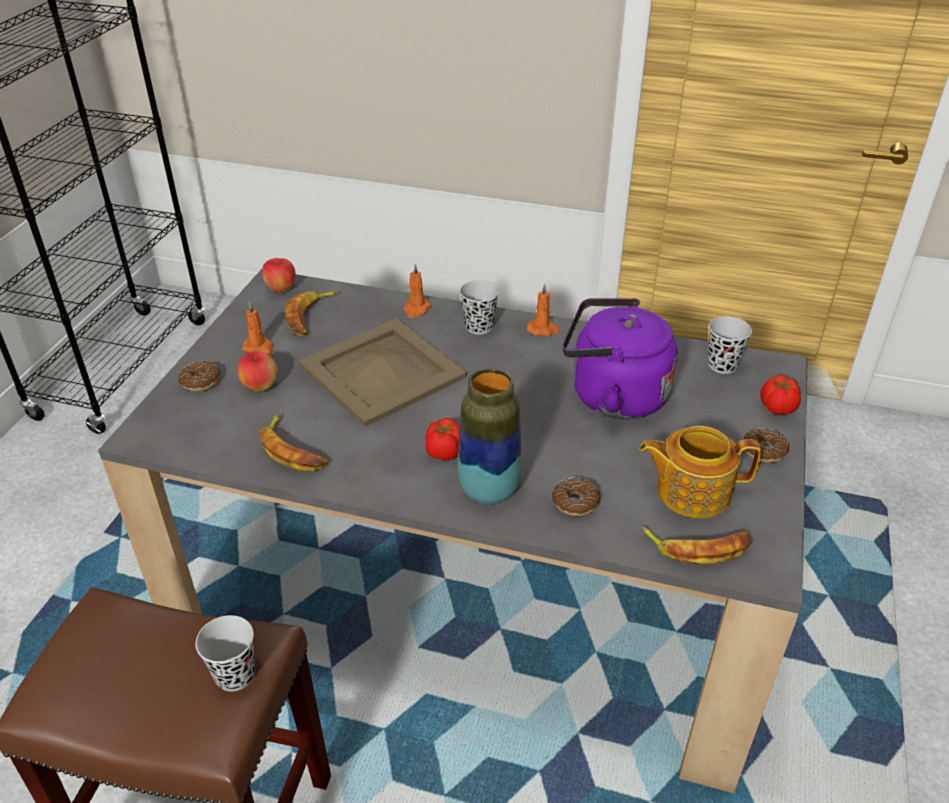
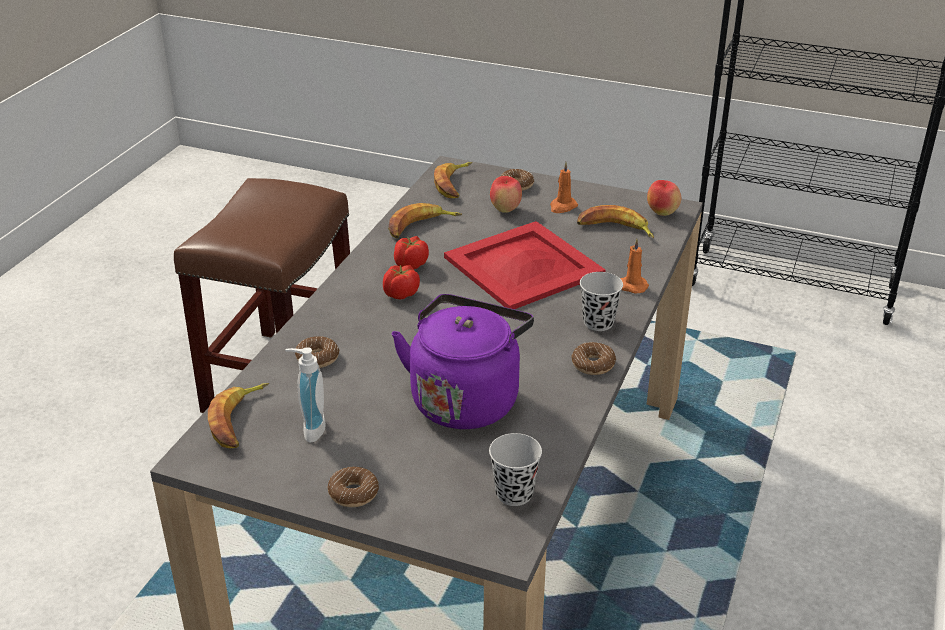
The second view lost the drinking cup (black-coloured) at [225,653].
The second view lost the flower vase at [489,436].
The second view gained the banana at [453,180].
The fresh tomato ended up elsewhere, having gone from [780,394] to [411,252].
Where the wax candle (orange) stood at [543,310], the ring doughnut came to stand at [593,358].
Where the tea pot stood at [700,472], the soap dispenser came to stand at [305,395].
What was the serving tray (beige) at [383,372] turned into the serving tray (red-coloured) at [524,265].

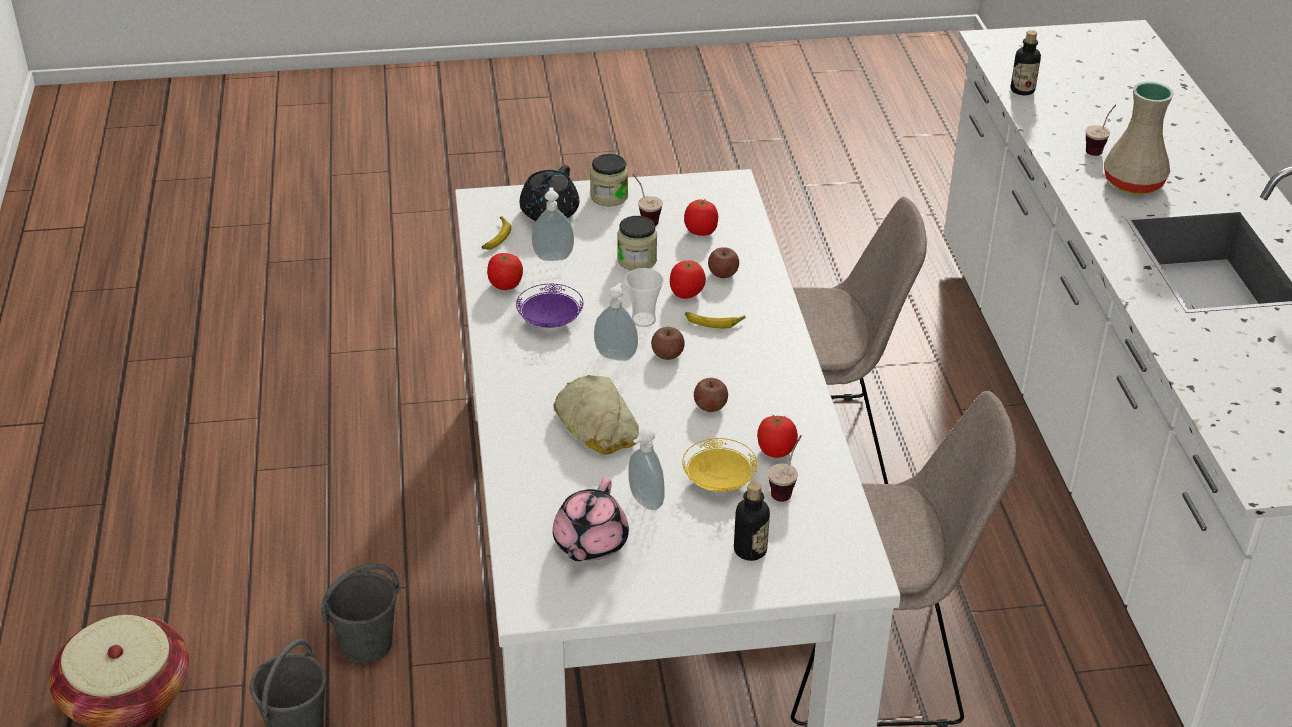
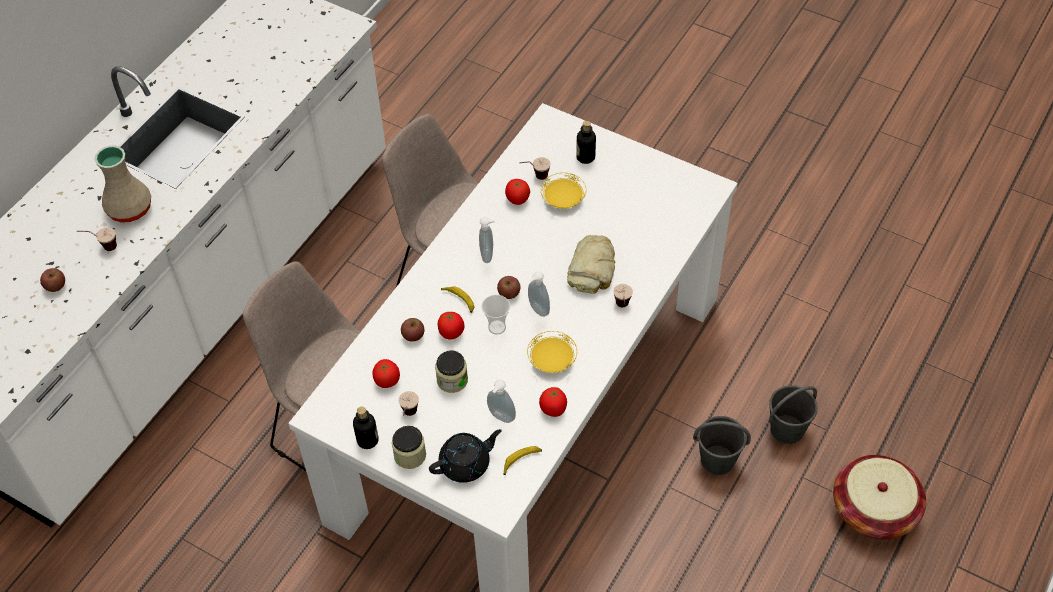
The second view lost the tea pot (pink-coloured) at [591,519].
The second view gained the drinking cup at [623,295].
The soap dispenser ended up elsewhere, having gone from [646,469] to [487,240].
The apple ended up elsewhere, having gone from [711,395] to [52,280].
The drink bottle ended up elsewhere, having gone from [1026,62] to [366,428].
What was the dinner plate (purple-coloured) at [550,306] turned into the dinner plate (yellowish) at [552,352].

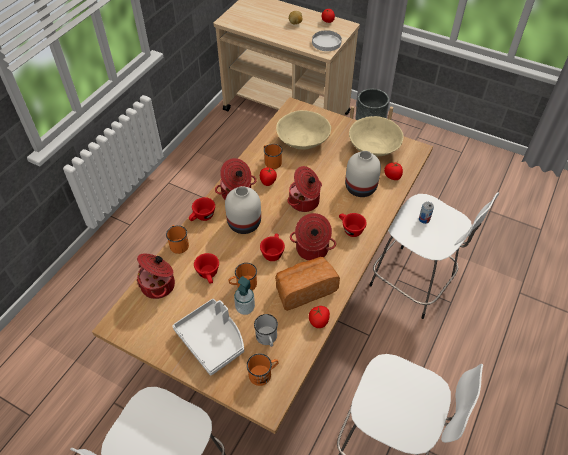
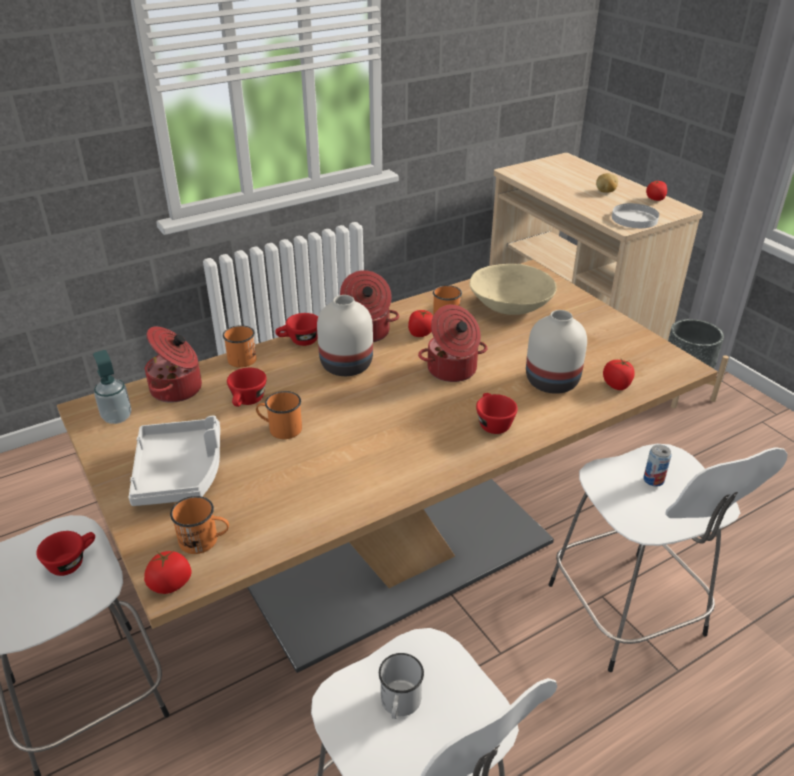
The second view lost the bakery bread at [307,284].
The second view lost the cooking pot at [313,237].
The second view lost the bowl (beige) at [376,136].
The soap dispenser ended up elsewhere, having gone from [244,295] to [112,387].
The tea mug (white-coloured) ended up elsewhere, having gone from [266,330] to [401,686].
The drinking cup (red-coloured) ended up elsewhere, having gone from [272,247] to [65,553].
The fresh tomato ended up elsewhere, having gone from [319,317] to [167,572].

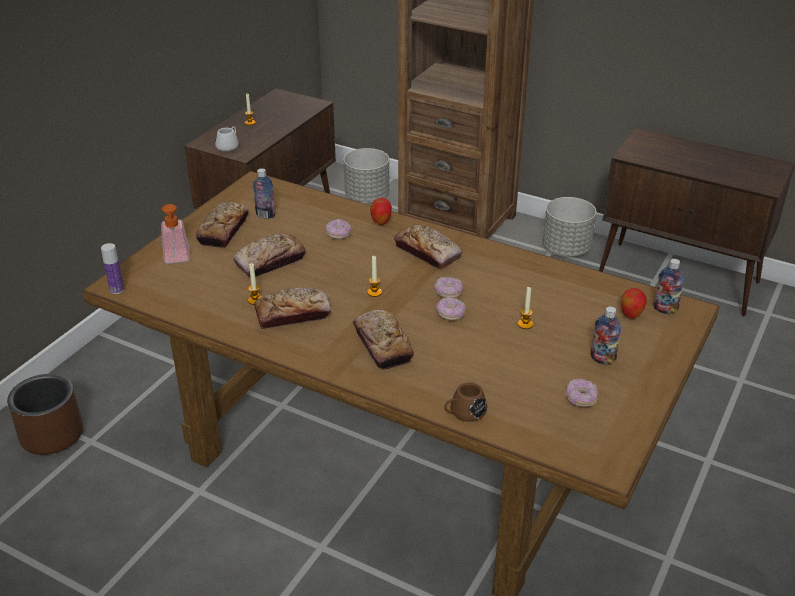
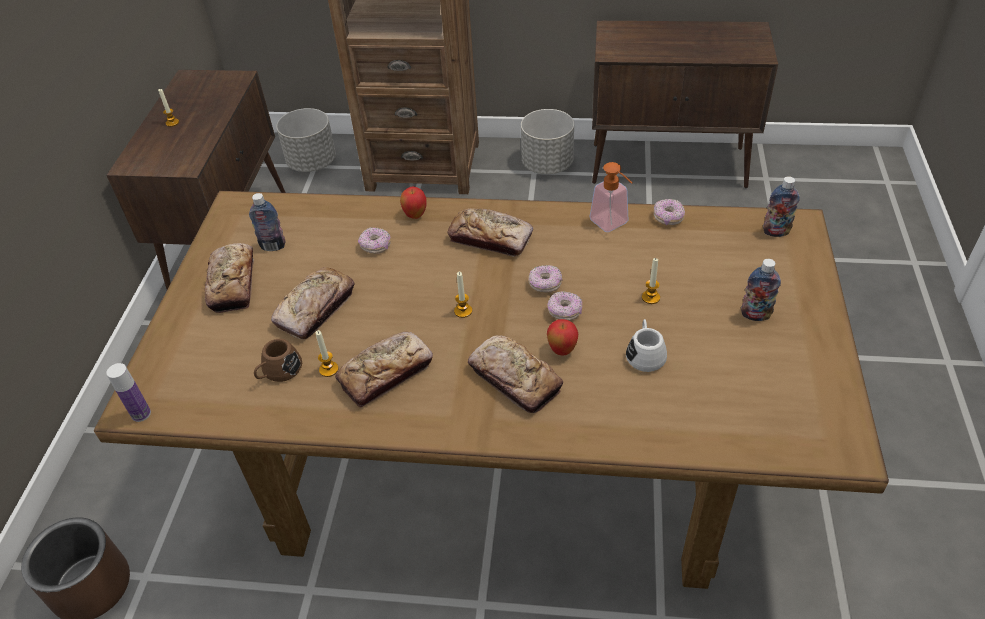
The soap dispenser ended up elsewhere, having gone from [175,234] to [611,197].
The tea mug (white-coloured) ended up elsewhere, having gone from [227,138] to [646,345].
The tea mug (brownish) ended up elsewhere, having gone from [465,402] to [278,360].
The ring doughnut ended up elsewhere, having gone from [582,393] to [669,212].
The apple ended up elsewhere, having gone from [634,303] to [562,337].

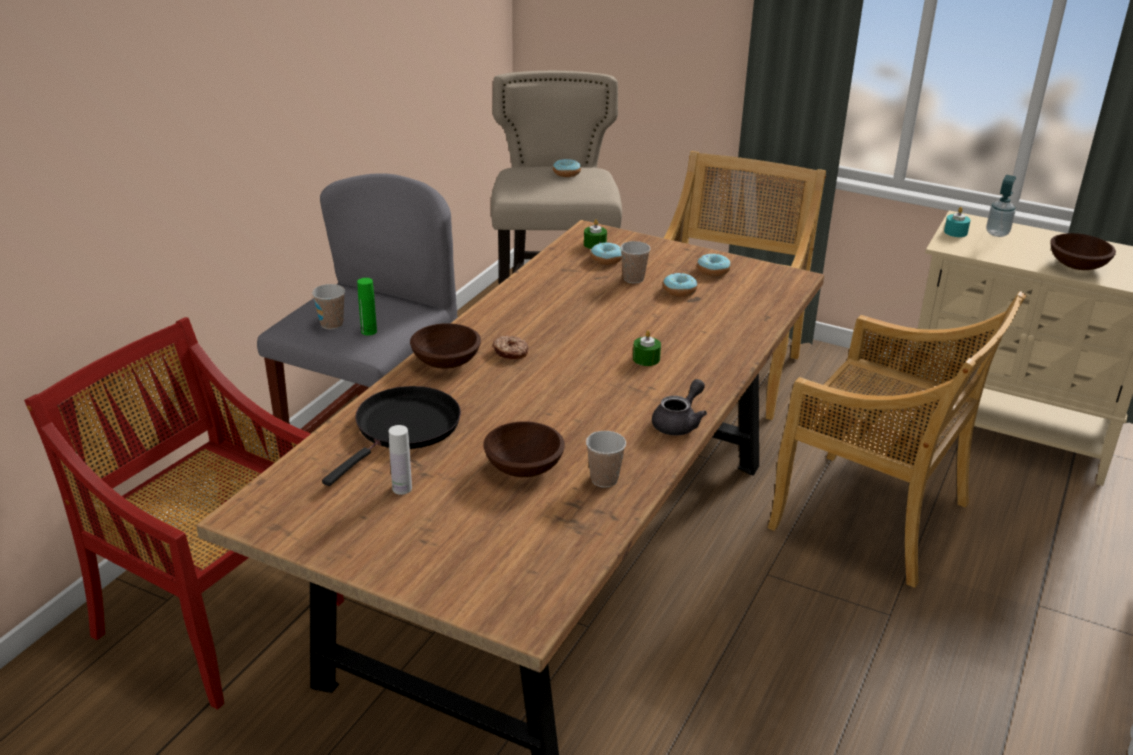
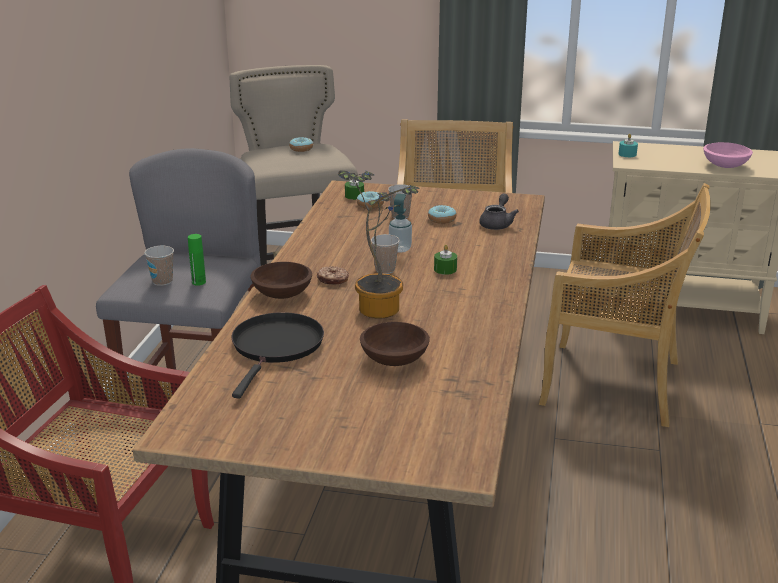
The second view lost the drink bottle (white-coloured) at [400,460].
The second view lost the ring doughnut at [714,265].
The second view gained the plant in a pot at [379,244].
The drinking cup ended up elsewhere, having gone from [606,459] to [385,254].
The tea pot (grey) ended up elsewhere, having gone from [679,407] to [499,211].
The soap dispenser ended up elsewhere, having gone from [1001,206] to [400,223].
What was the bowl (brownish) at [1083,251] turned into the bowl (pink-coloured) at [728,155].

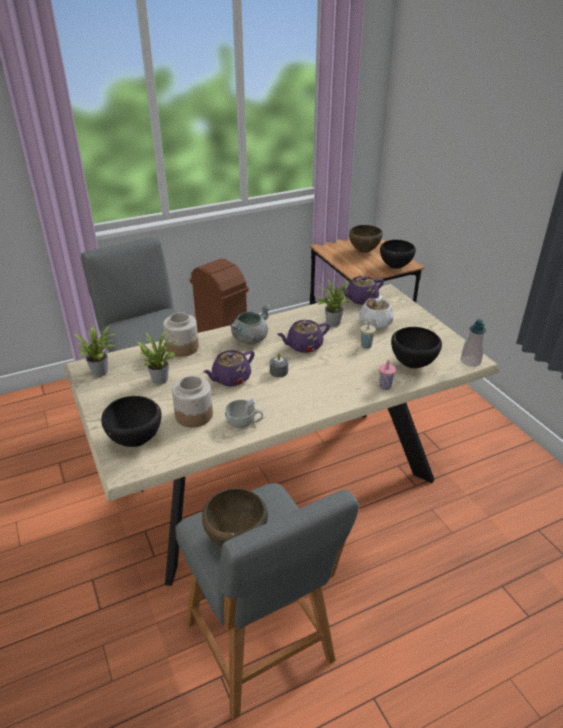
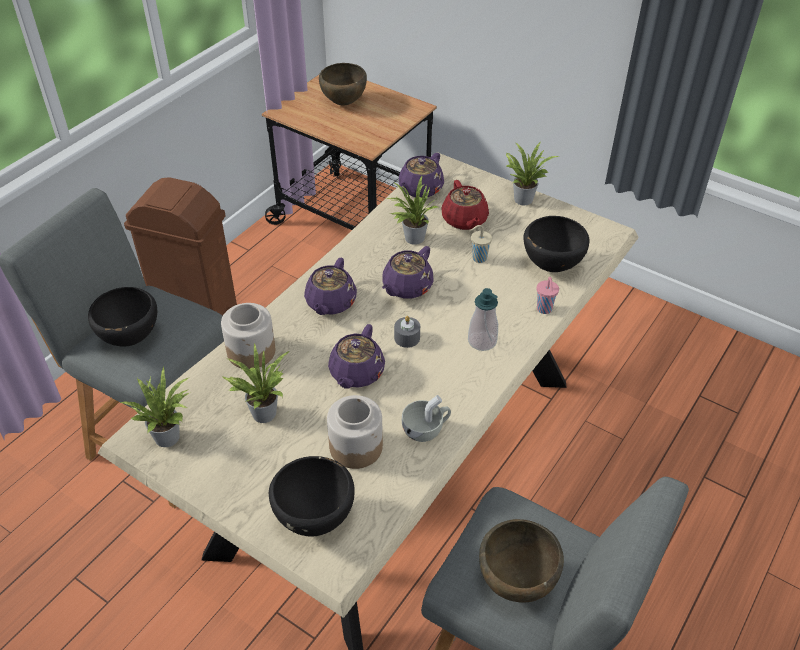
The second view gained the plant in a pot at [532,173].
The bowl (black-coloured) ended up elsewhere, having gone from [398,254] to [122,317].
The soap dispenser ended up elsewhere, having gone from [473,343] to [483,319].
Where the cooking pot (grey) stood at [250,324], the tea pot (purple-coloured) came to stand at [330,286].
What was the tea pot (white-coloured) at [376,312] turned into the tea pot (red-coloured) at [465,205].

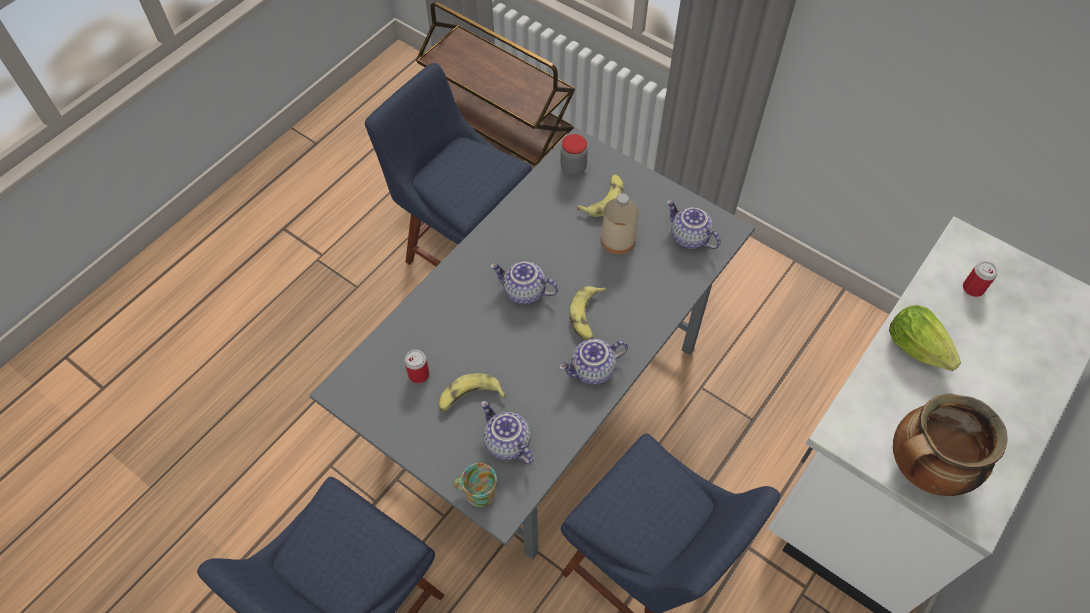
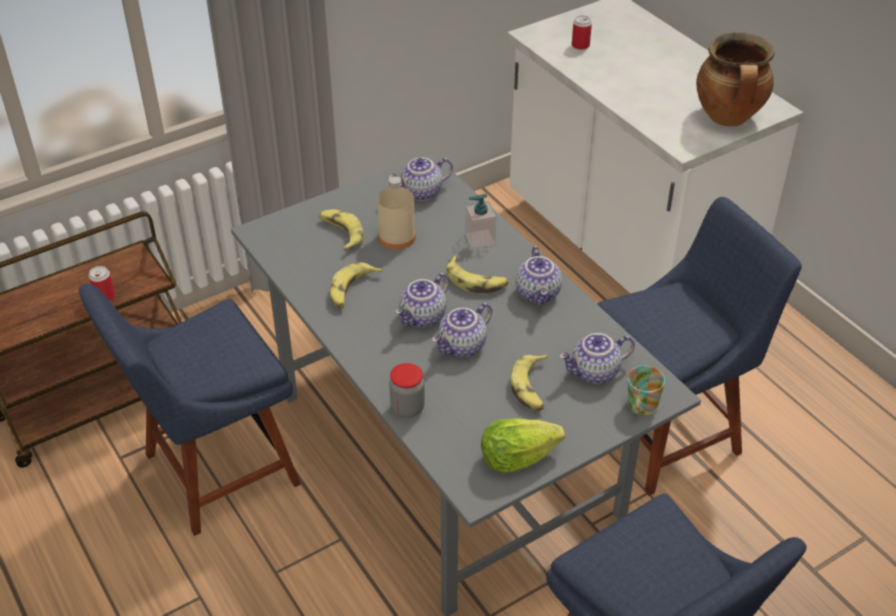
The second view gained the banana at [356,285].
The second view gained the tea pot at [462,330].
The second view gained the soap dispenser at [481,221].
The sealed can ended up elsewhere, having gone from [417,366] to [101,283].
The jar ended up elsewhere, having gone from [574,155] to [407,390].
The head of lettuce ended up elsewhere, having gone from [925,338] to [523,445].

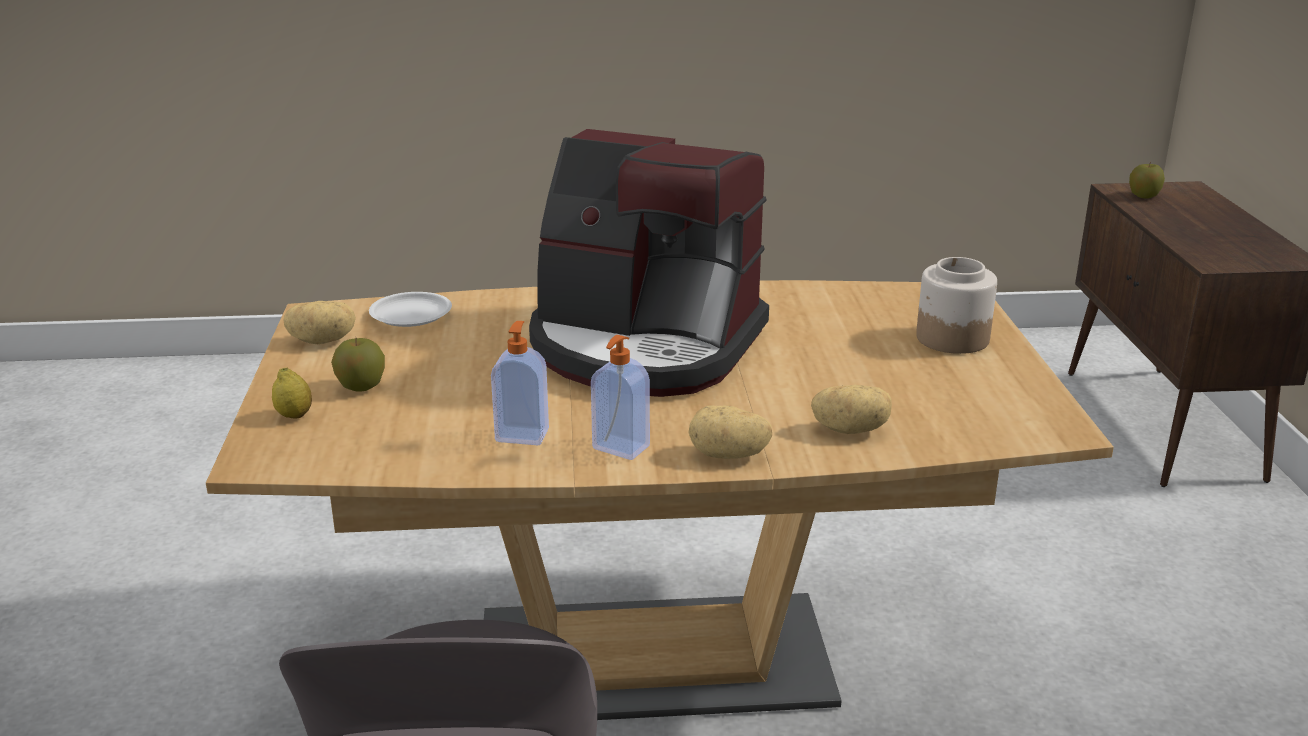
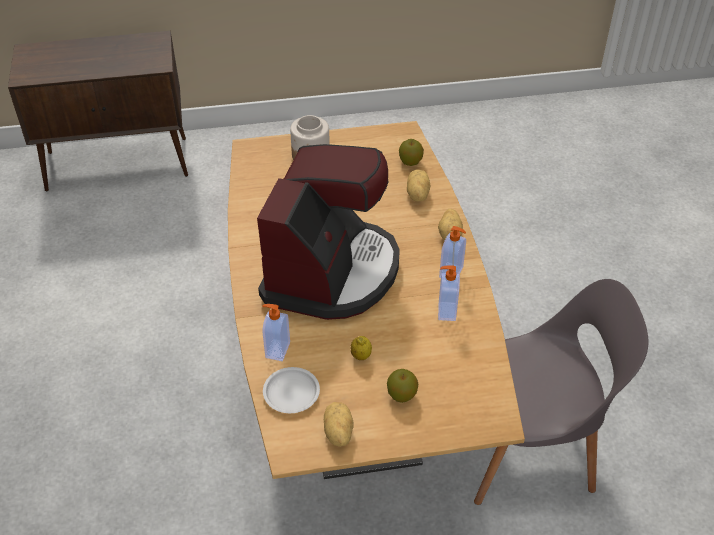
The second view gained the soap dispenser at [276,332].
The citrus fruit ended up elsewhere, having gone from [292,393] to [361,348].
The apple ended up elsewhere, having gone from [1147,180] to [411,152].

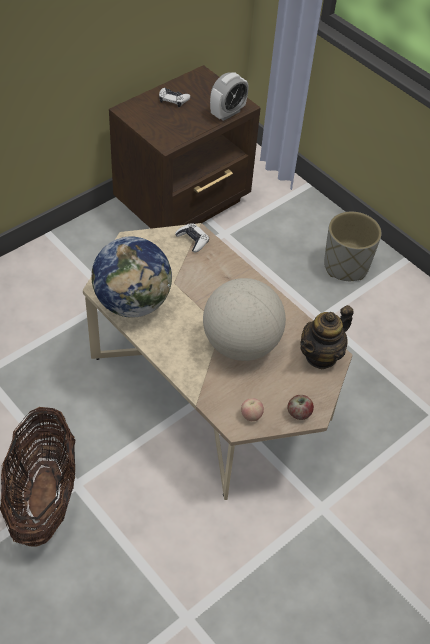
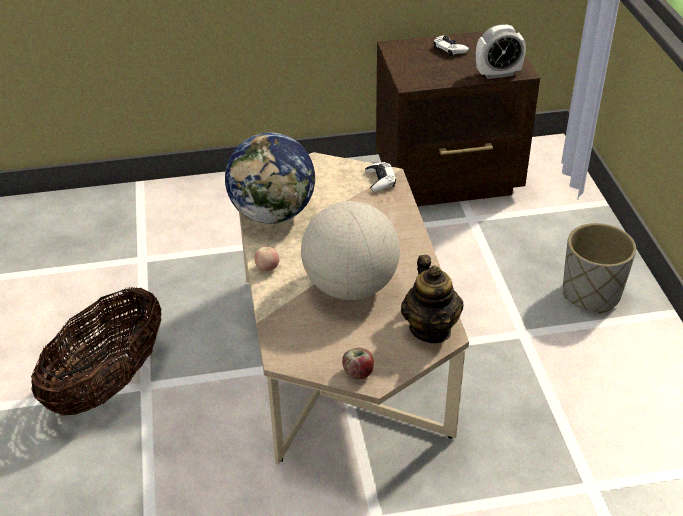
The apple ended up elsewhere, having gone from [252,409] to [267,259].
The tea pot at [327,337] ended up facing another way, 90 degrees counterclockwise from before.

